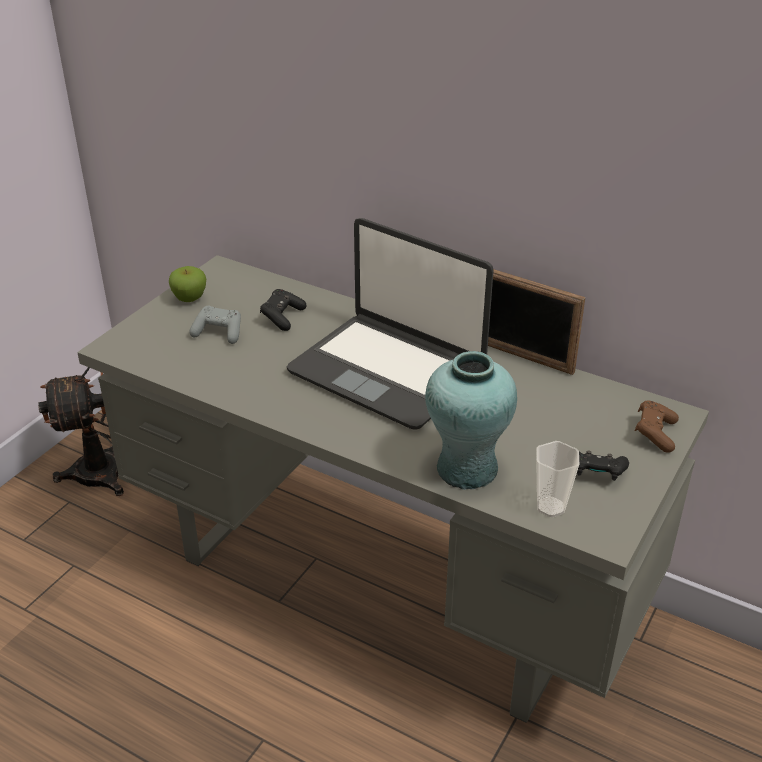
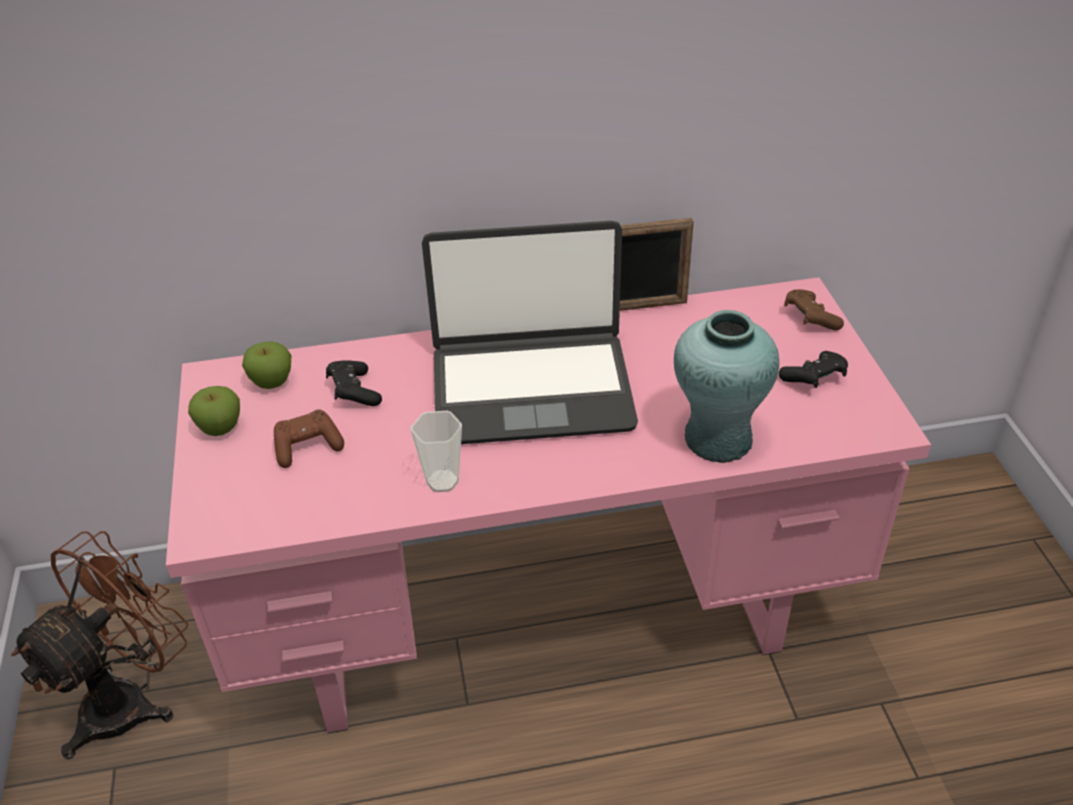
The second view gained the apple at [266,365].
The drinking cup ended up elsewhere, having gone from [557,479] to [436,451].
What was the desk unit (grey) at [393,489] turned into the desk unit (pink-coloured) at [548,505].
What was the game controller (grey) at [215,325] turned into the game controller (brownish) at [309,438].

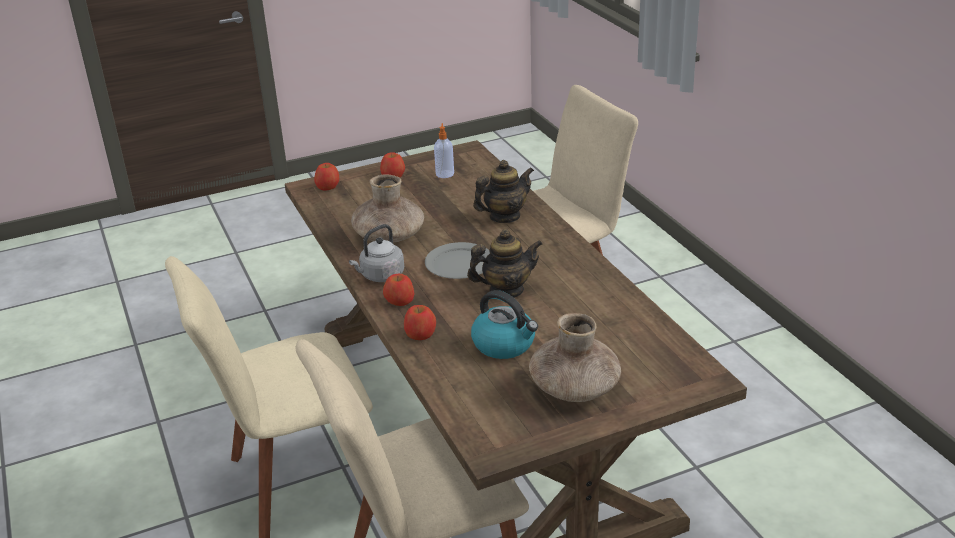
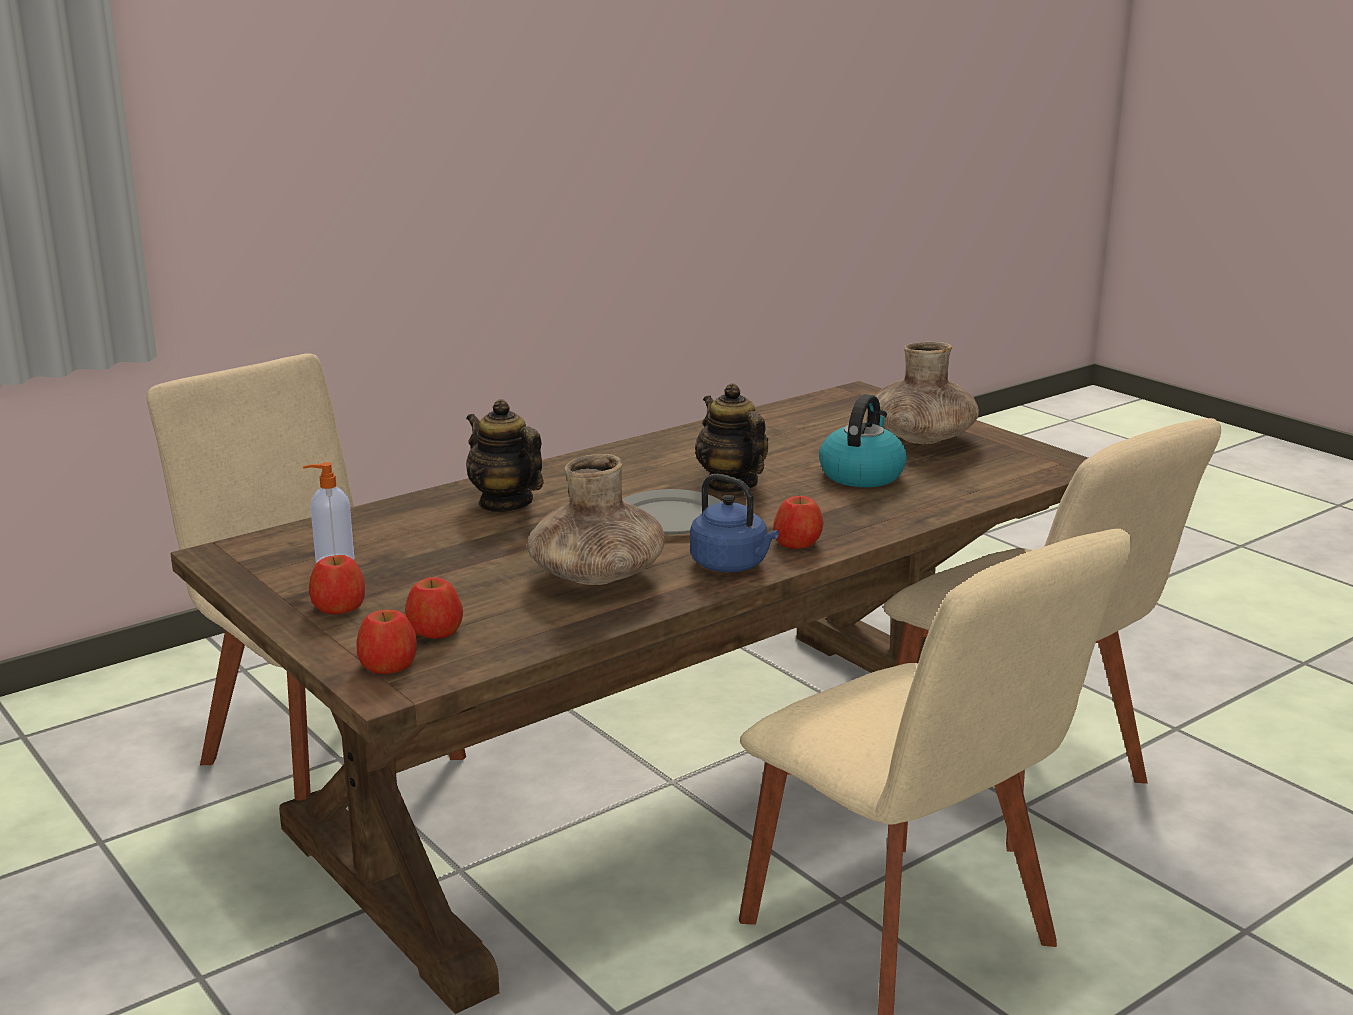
The apple ended up elsewhere, having gone from [420,322] to [434,608].
What was the kettle (grey) at [376,253] turned into the kettle (blue) at [734,523].

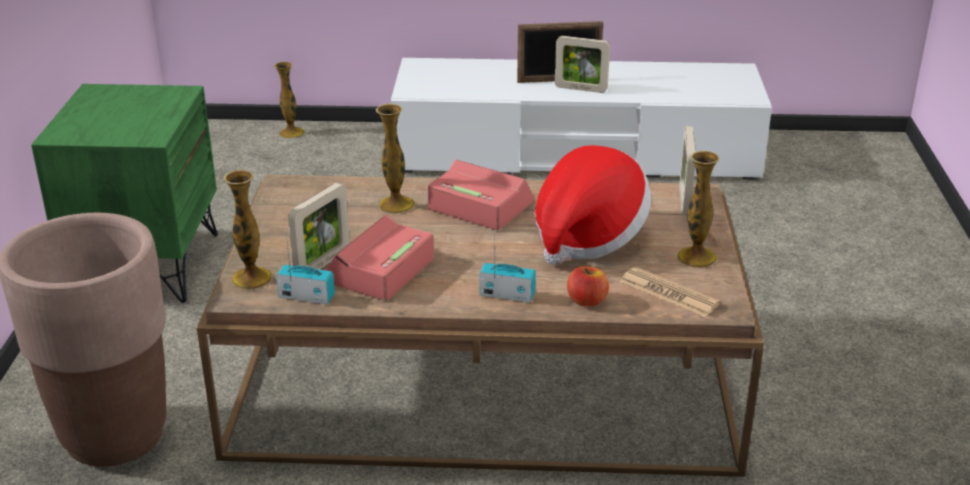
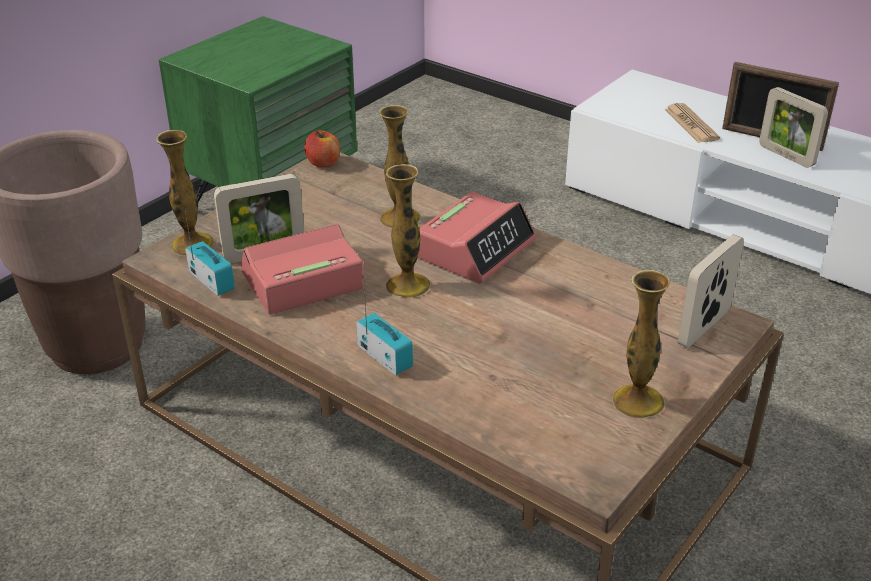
The second view lost the clothing hat at [593,205].
The flower vase ended up elsewhere, having gone from [289,100] to [408,231].
The apple ended up elsewhere, having gone from [588,286] to [322,149].
The daily paper ended up elsewhere, having gone from [670,292] to [692,123].
The alarm clock at [481,195] ended up facing another way, 60 degrees clockwise from before.

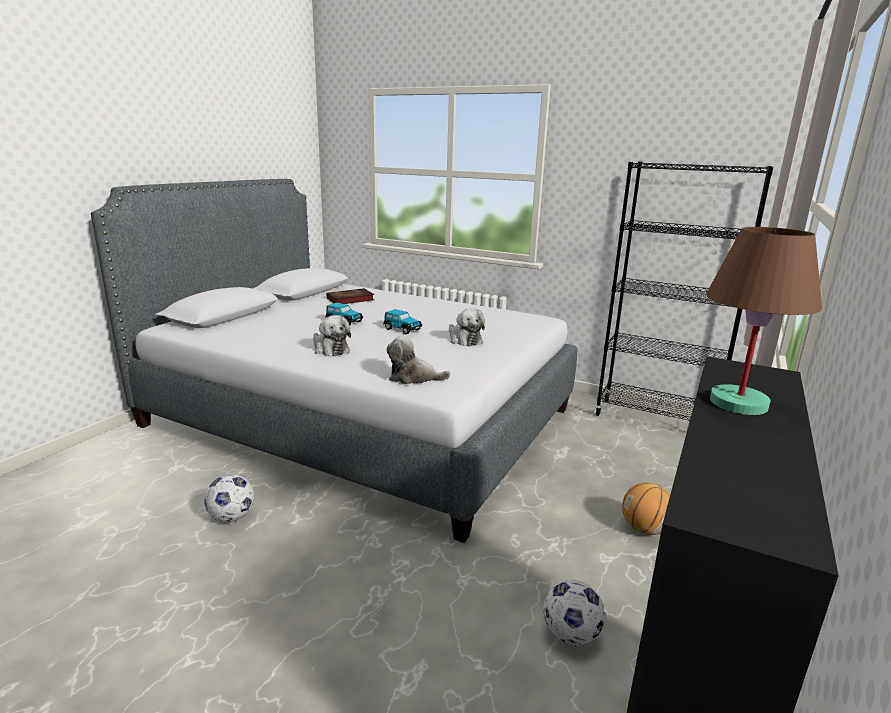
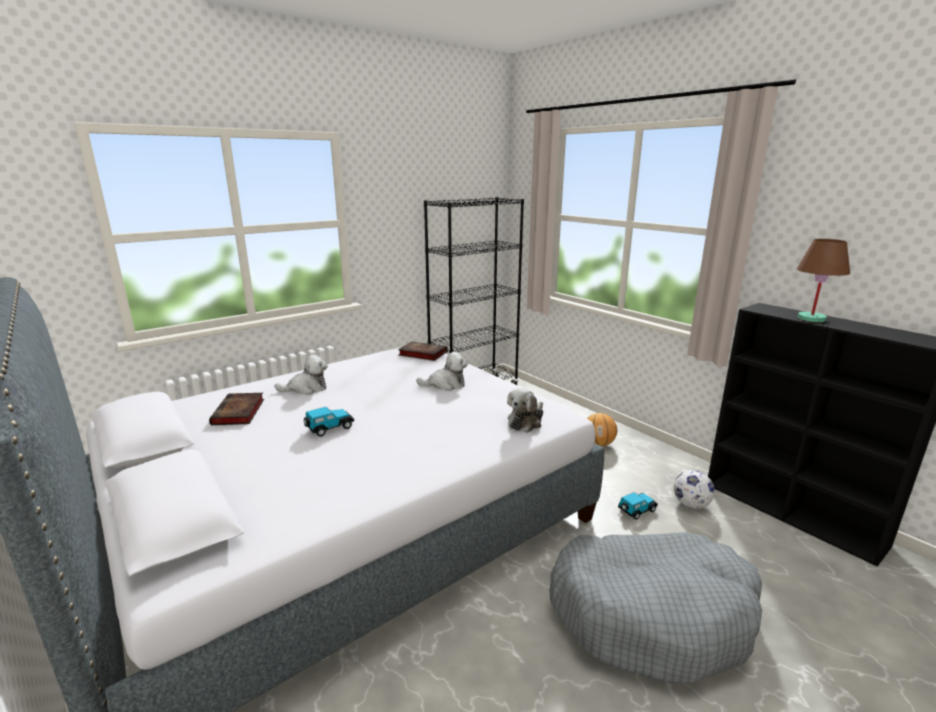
The second view lost the football at [229,498].
The second view gained the bound book at [423,351].
The second view gained the pet bed (grey) at [656,607].
The cuddly toy ended up elsewhere, having gone from [332,335] to [301,375].
The miniature car ended up elsewhere, having gone from [402,321] to [638,506].

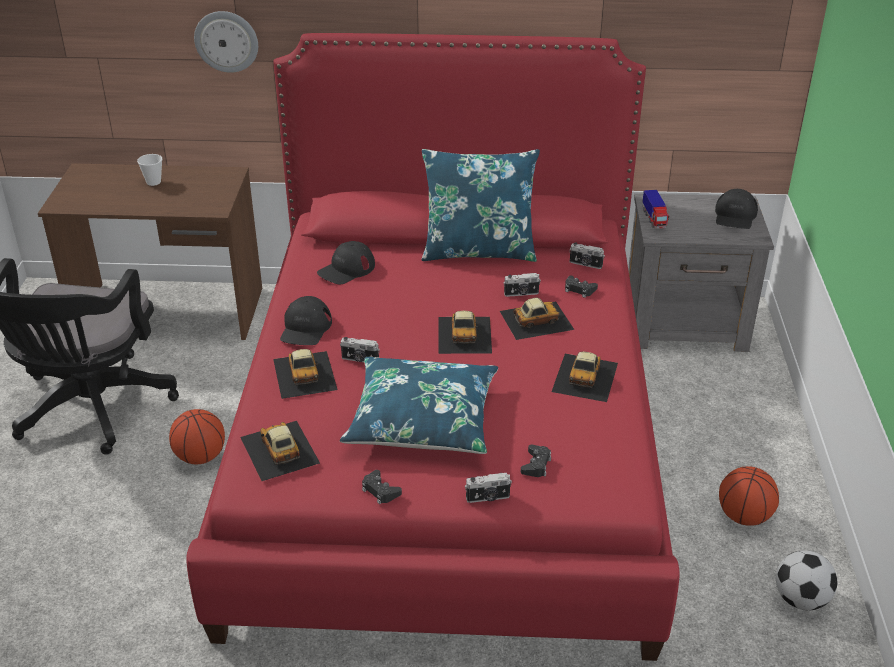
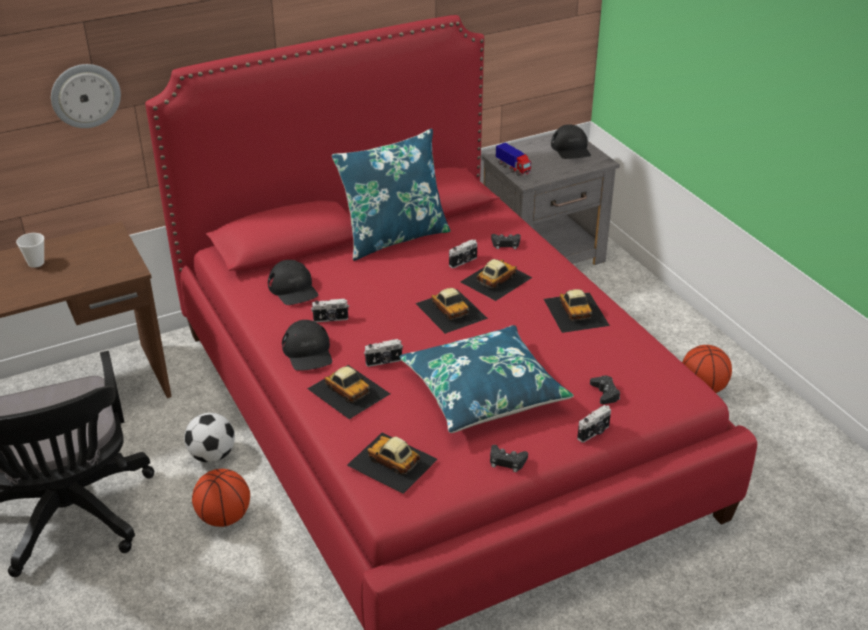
The photo camera ended up elsewhere, having gone from [587,256] to [330,310].
The football ended up elsewhere, having gone from [806,580] to [209,438].
The cap (black-coloured) at [346,262] ended up facing another way, 45 degrees counterclockwise from before.

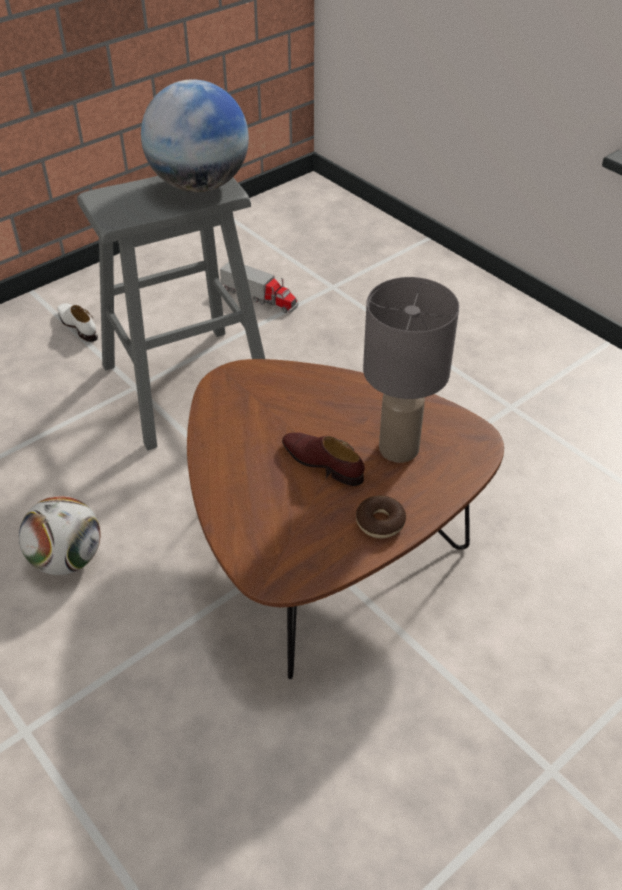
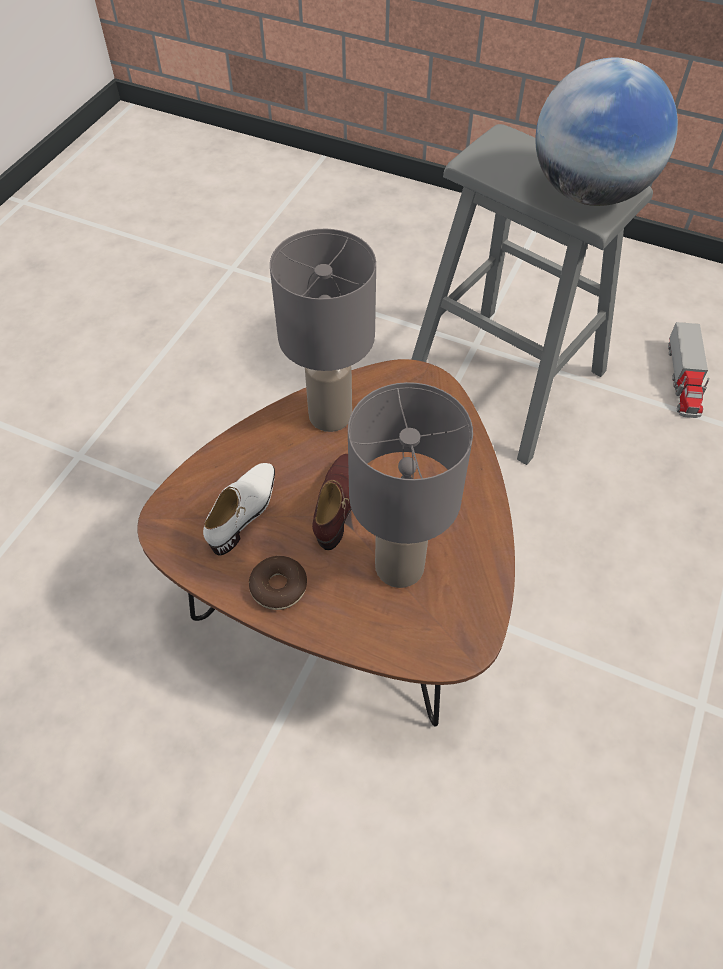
The second view lost the football at [60,535].
The second view gained the tabletop lamp (grey) at [323,330].
The low shoe (white-coloured) ended up elsewhere, having gone from [77,322] to [239,509].

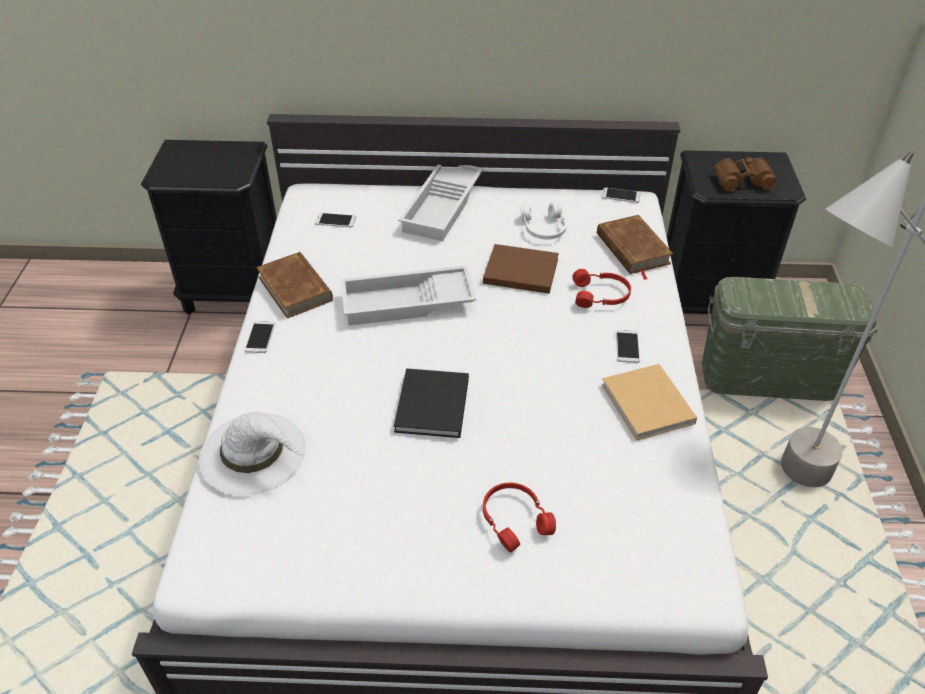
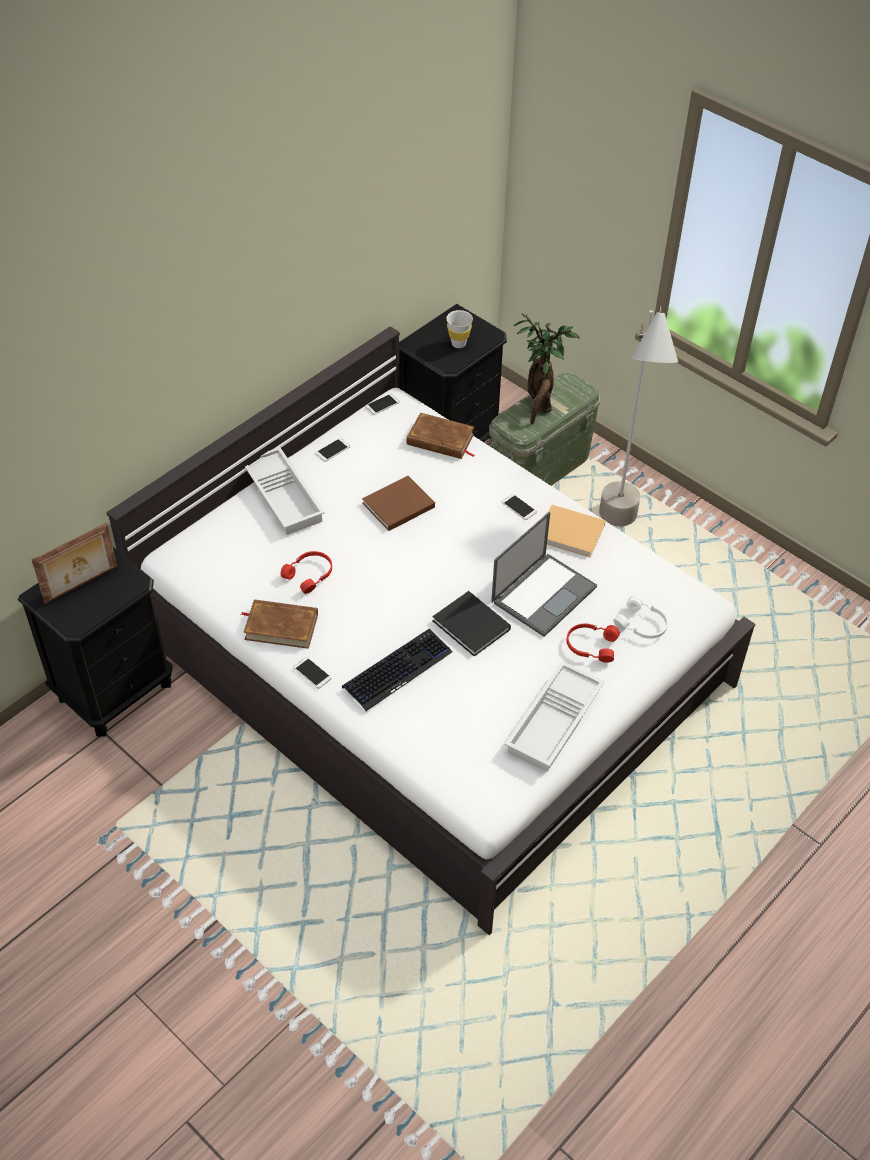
The second view lost the clothing hat (white-coloured) at [252,453].
The second view gained the photo frame at [75,563].
The second view gained the PC keyboard at [397,670].
The second view gained the portable computer at [544,574].
The second view gained the plant in a pot at [547,368].
The phone ended up elsewhere, having gone from [335,220] to [332,450].
The serving tray (white-coloured) ended up elsewhere, having gone from [409,295] to [555,716].
The pair of headphones (white-coloured) ended up elsewhere, having gone from [543,221] to [640,617].
The pair of headphones (red-coloured) ended up elsewhere, having gone from [601,288] to [306,572].
Where the binoculars (brownish) stood at [744,174], the drinking cup (white-coloured) came to stand at [459,329].

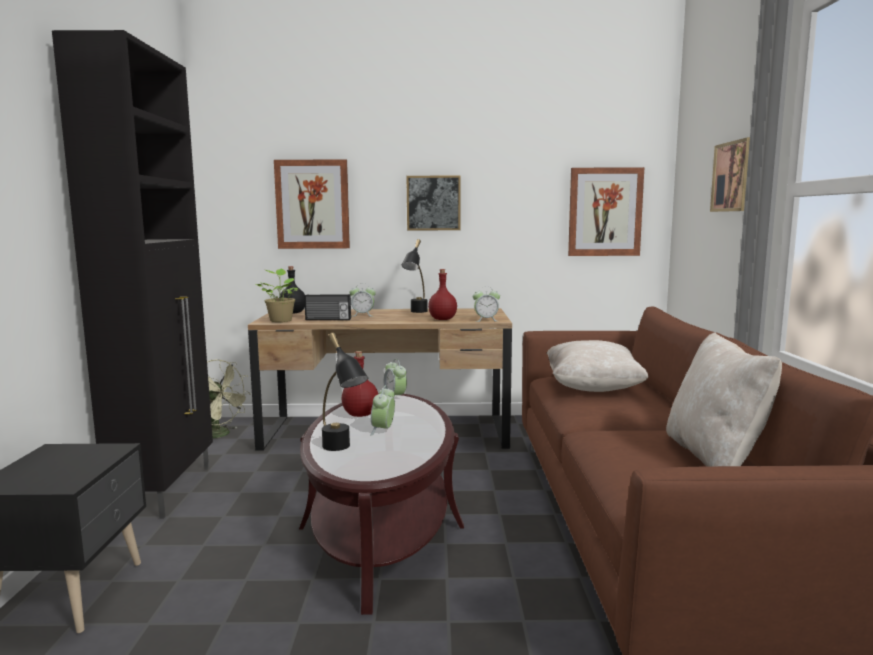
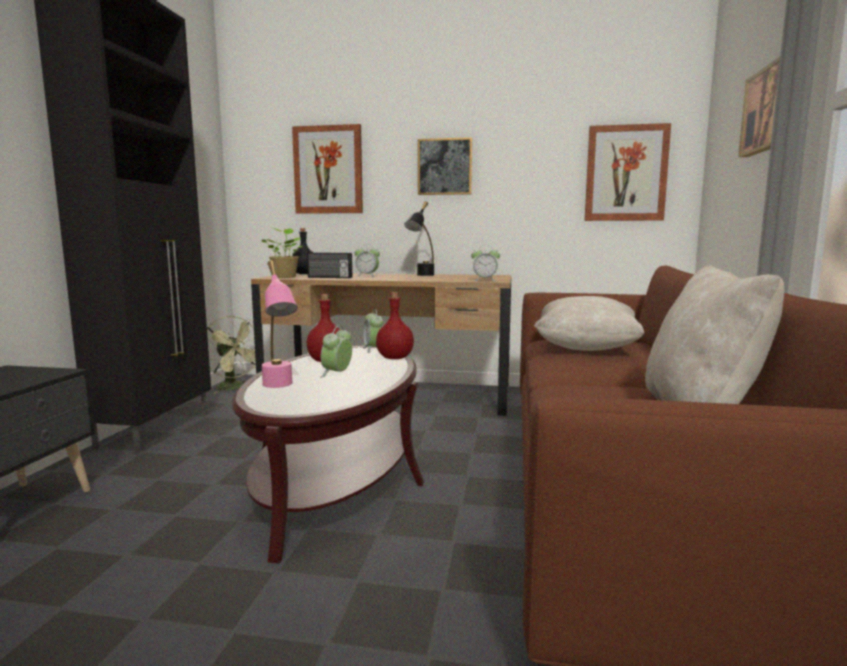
The drink bottle (red-coloured) ended up elsewhere, having gone from [442,294] to [395,325].
What was the tabletop lamp (black-coloured) at [345,392] turned into the tabletop lamp (pink-coloured) at [280,324].

